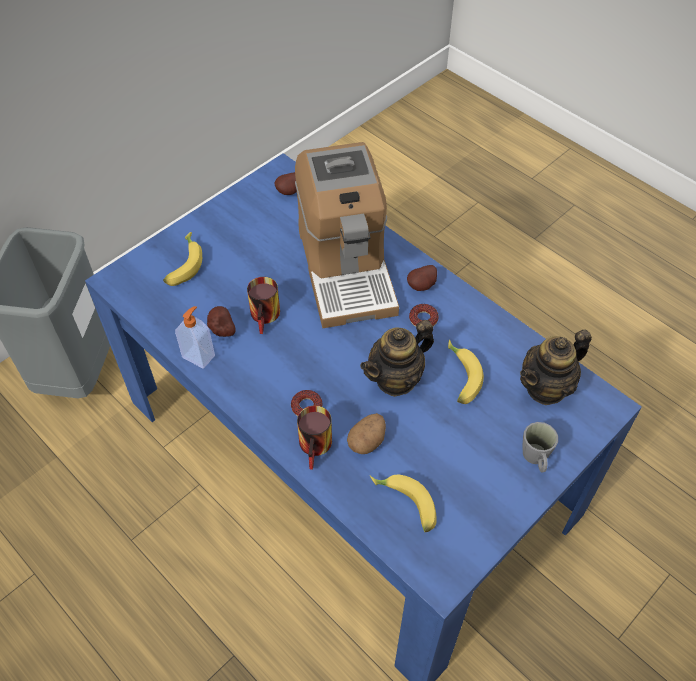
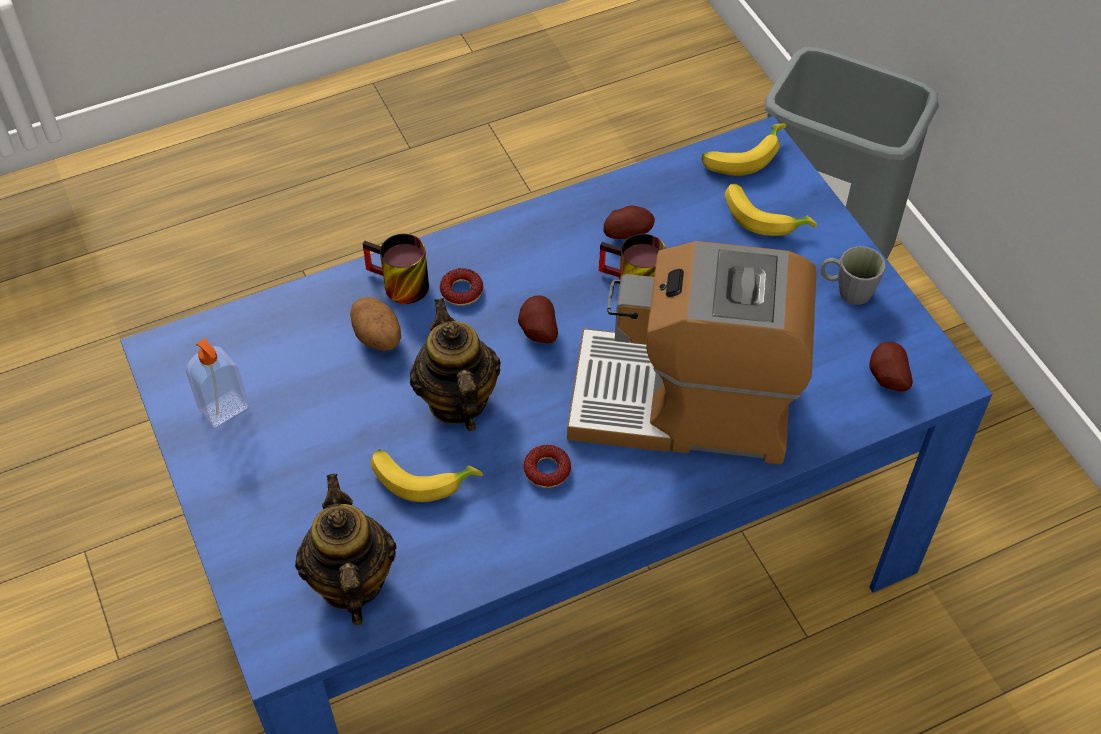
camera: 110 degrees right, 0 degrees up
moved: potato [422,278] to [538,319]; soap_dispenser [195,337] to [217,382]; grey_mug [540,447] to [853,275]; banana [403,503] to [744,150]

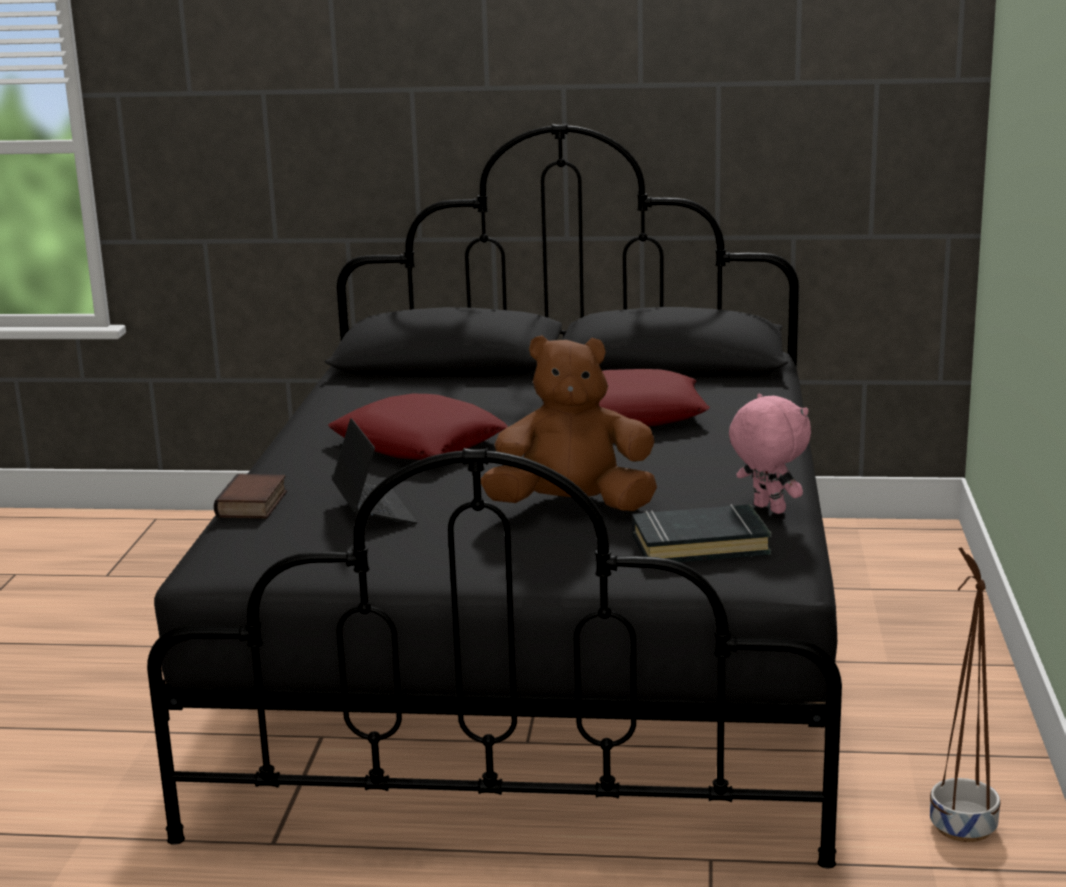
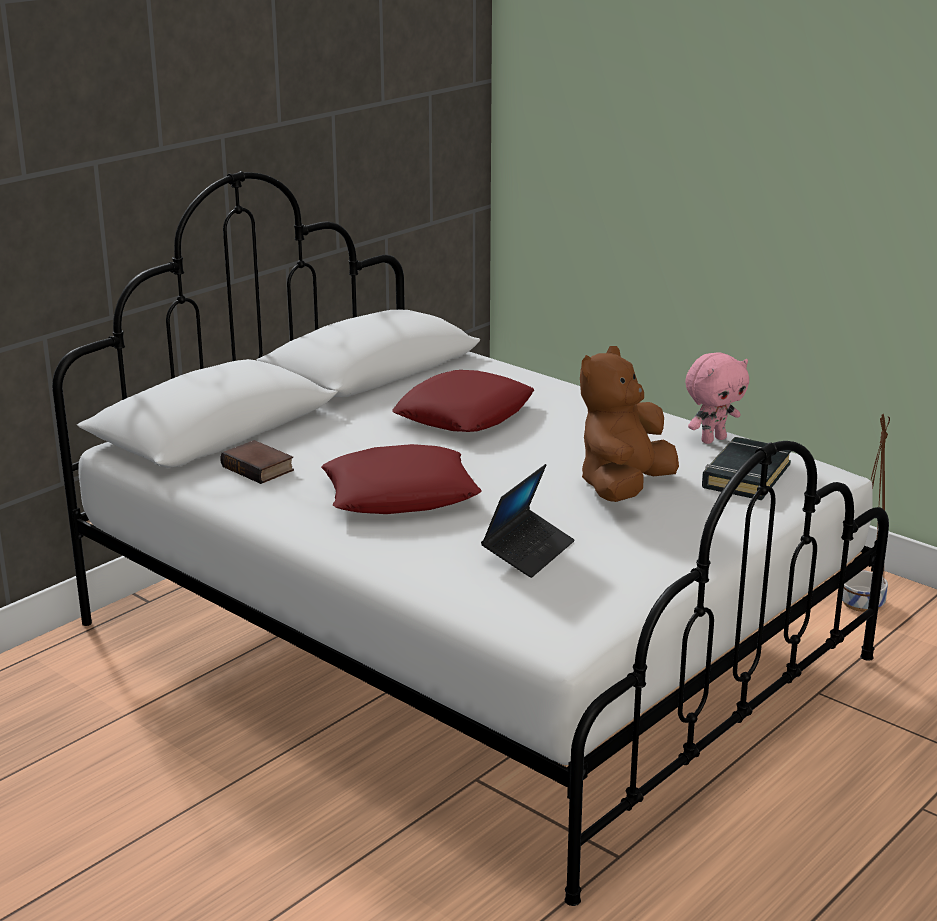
camera: 55 degrees left, 5 degrees up
moved: book [250,496] to [257,462]
recoloured: black_bed [494,496] to white_bed [470,538]
turned: pink_plush_toy [770,454] = [717,398] 150 degrees clockwise; laptop [374,471] = [528,521] 105 degrees clockwise

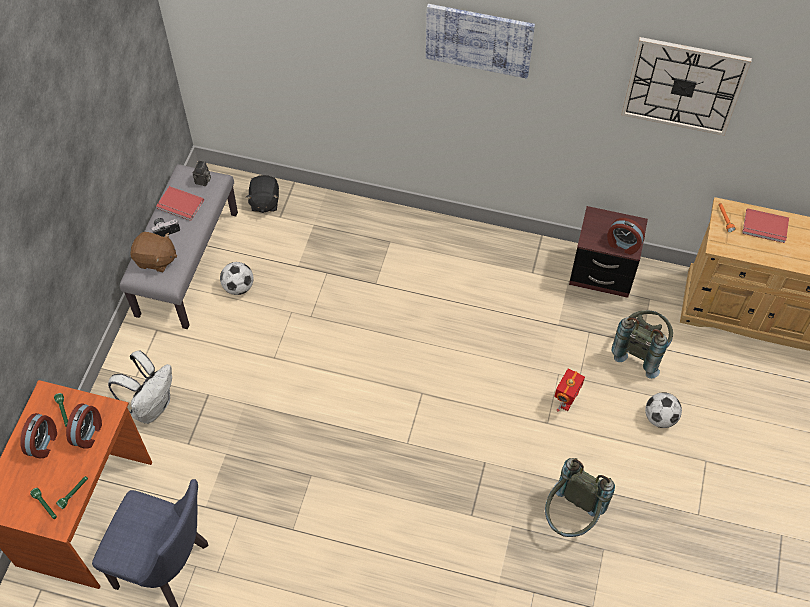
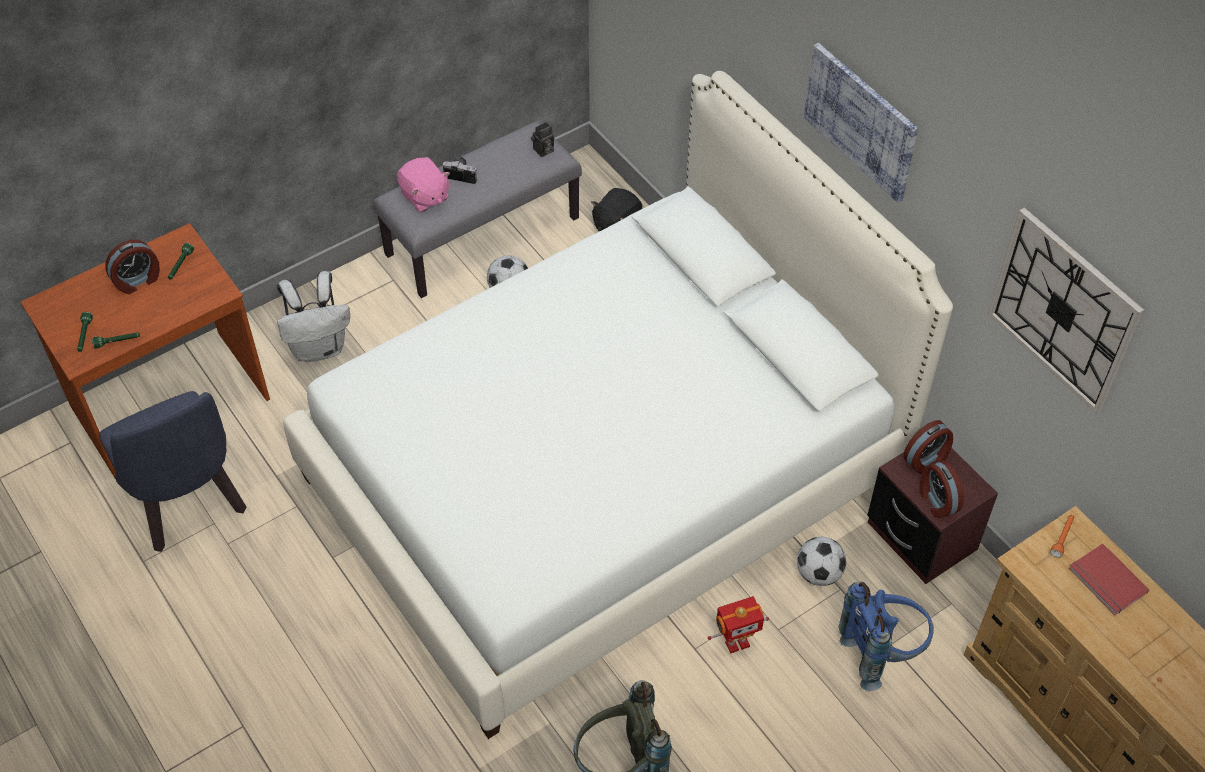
camera: 40 degrees right, 5 degrees down
removed: red_book [180,203]
added: white_bed [618,405]
moved: football [663,410] to [821,561]; alarm_clock [84,426] to [928,447]
recoloured: brown_plush_toy [153,252] to pink_plush_toy [423,184]; grey_backpack [642,344] to blue_backpack [886,636]

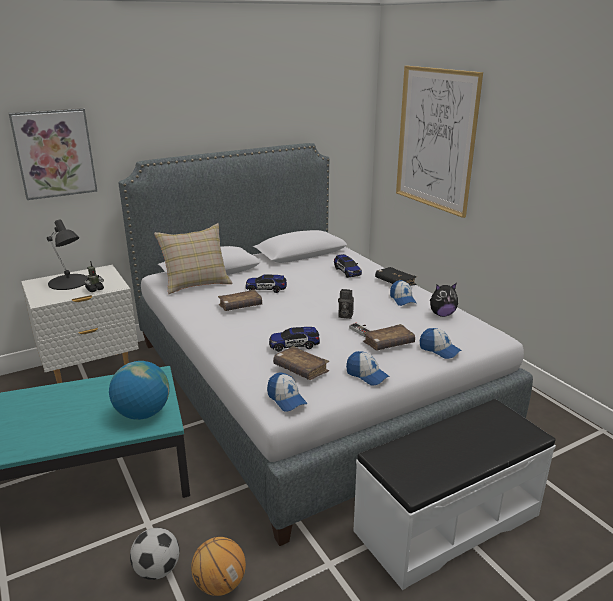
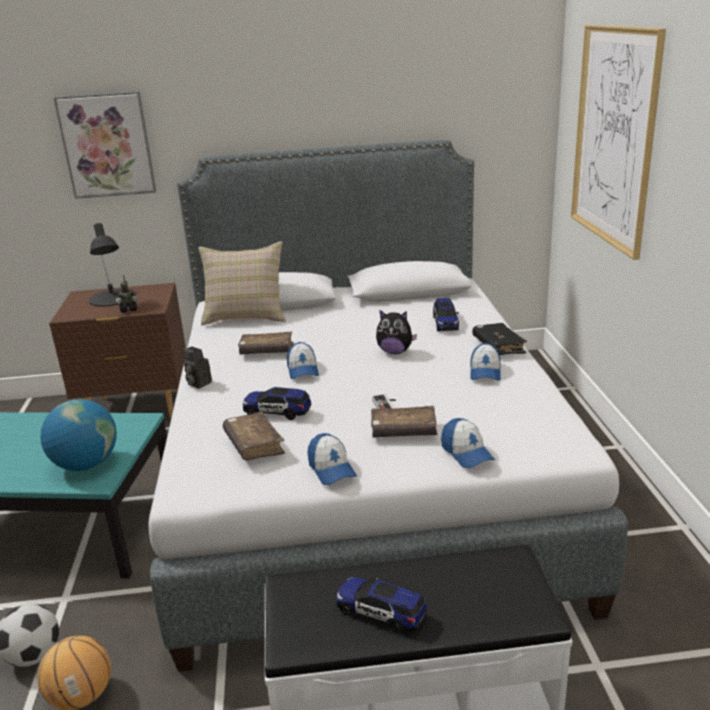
camera: 25 degrees right, 0 degrees up
moved: toy_car [266,283] to [381,605]; plush_toy [444,300] to [396,332]; photo_camera [346,304] to [197,367]; cap [287,392] to [303,360]
recoloured: white_nightstand [80,324] to brown_nightstand [117,350]

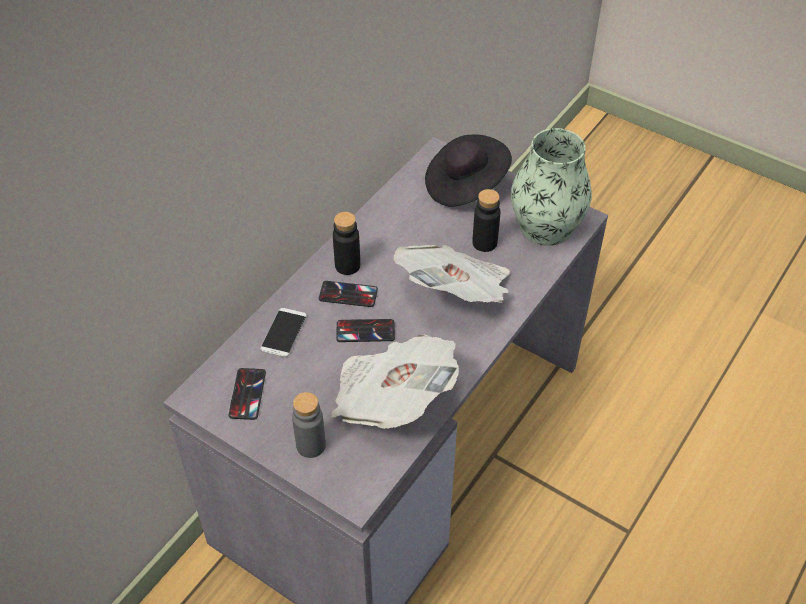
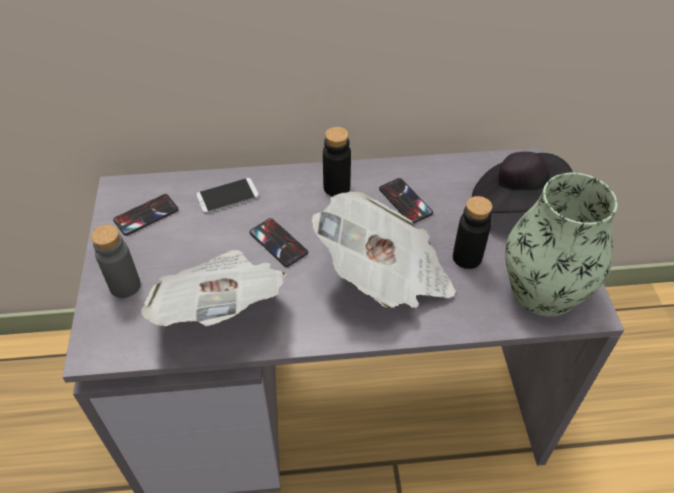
camera: 50 degrees right, 0 degrees up
moved: phone [348,294] to [406,201]

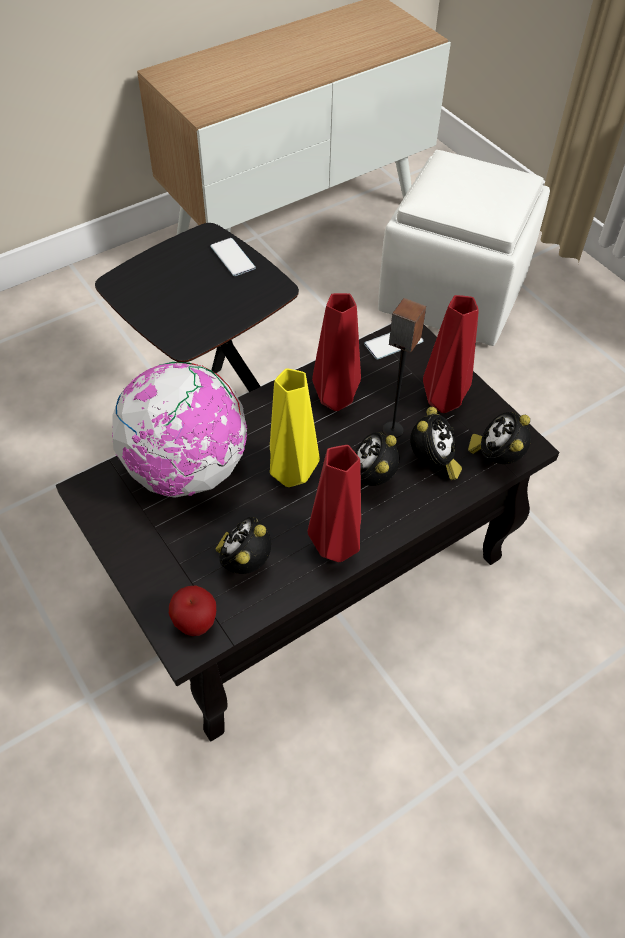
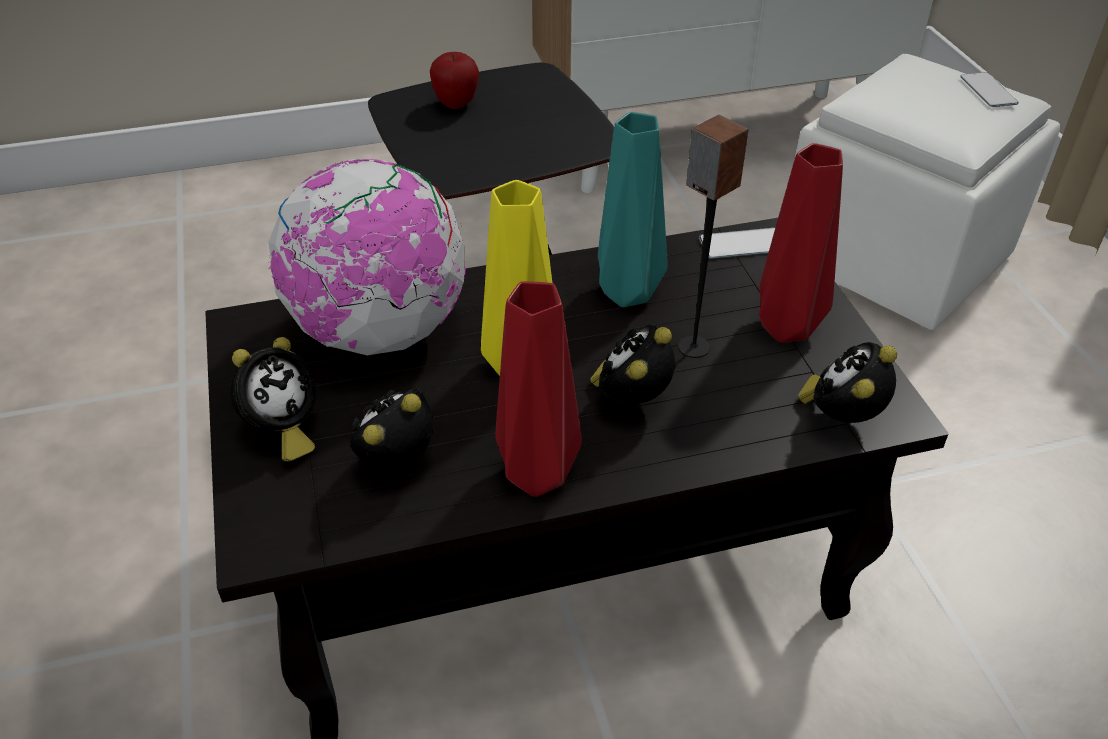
camera: 20 degrees right, 10 degrees down
moved: phone [233,257] to [989,89]; alarm_clock [436,443] to [273,399]; apple [192,611] to [454,80]
recoloured: red_vase [336,352] to turquoise_vase [632,209]

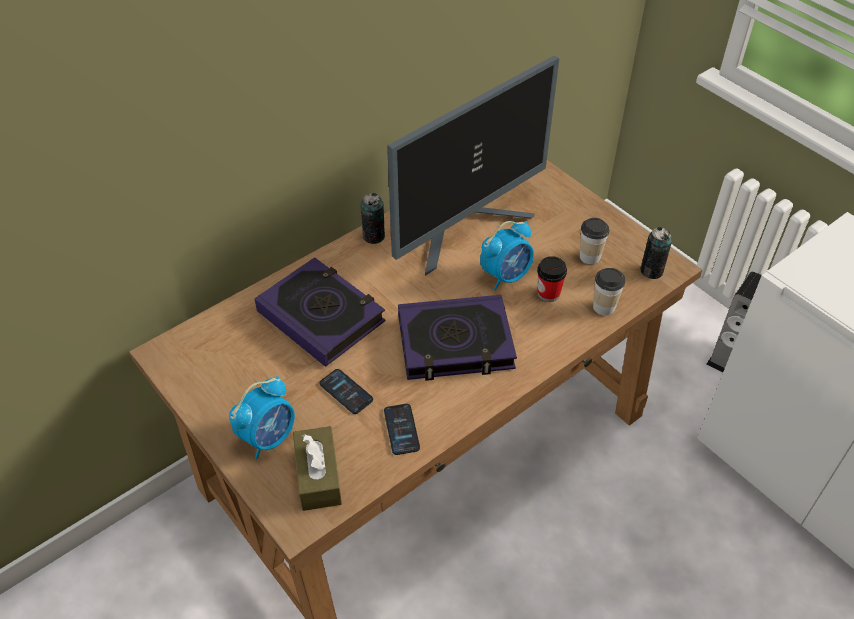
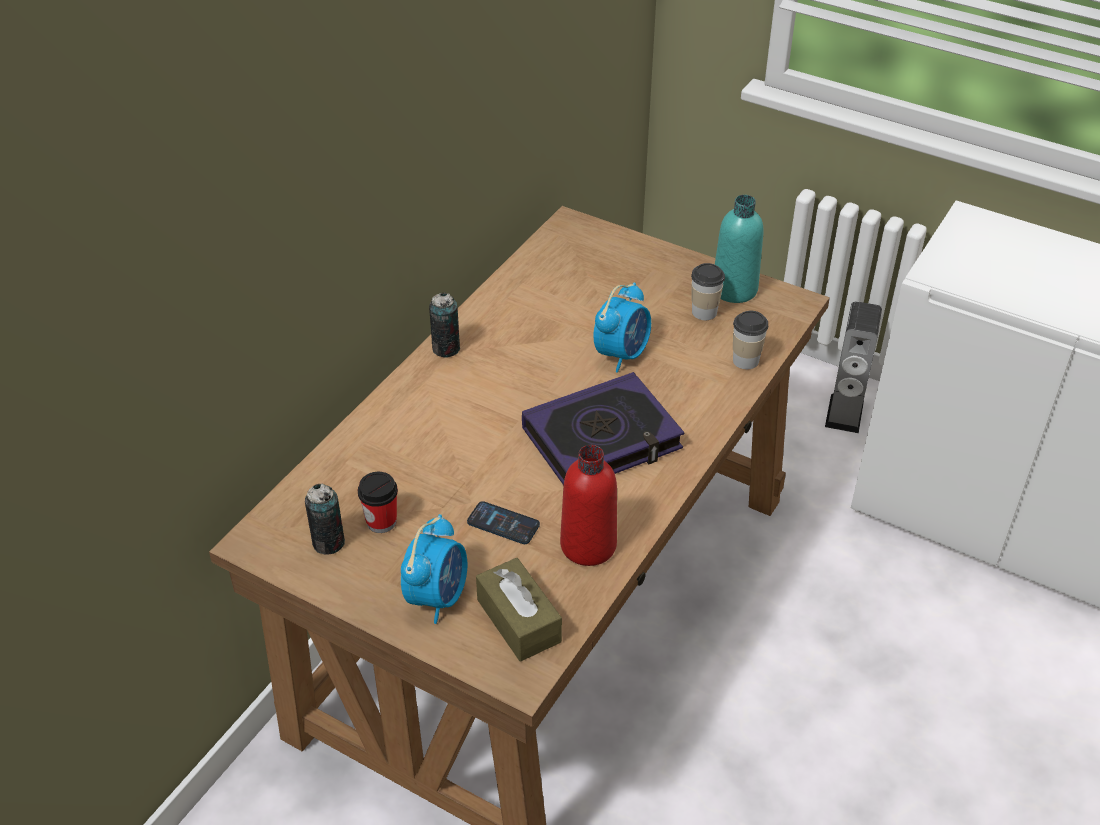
camera: 20 degrees left, 5 degrees down
removed: monitor [473,166]; book [320,312]
added: turquoise_bottle [739,249]
moved: can [656,253] to [325,519]; cup [552,279] to [378,502]
replaced: phone [402,429] to red_bottle [588,505]

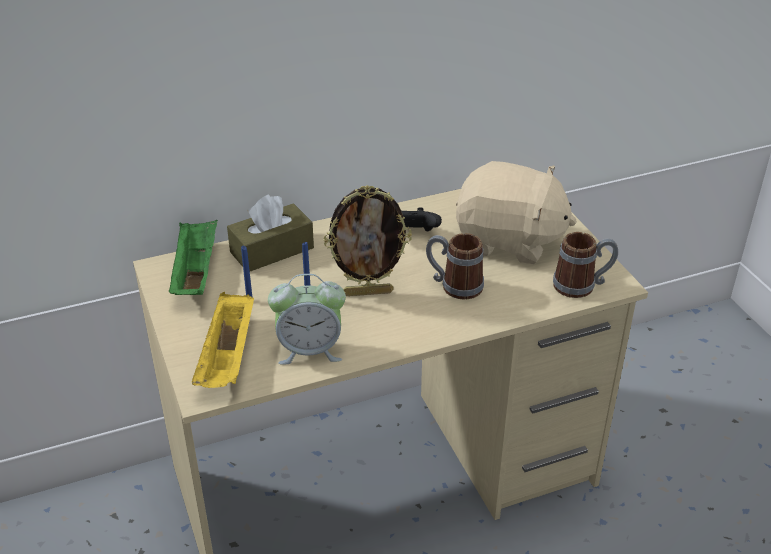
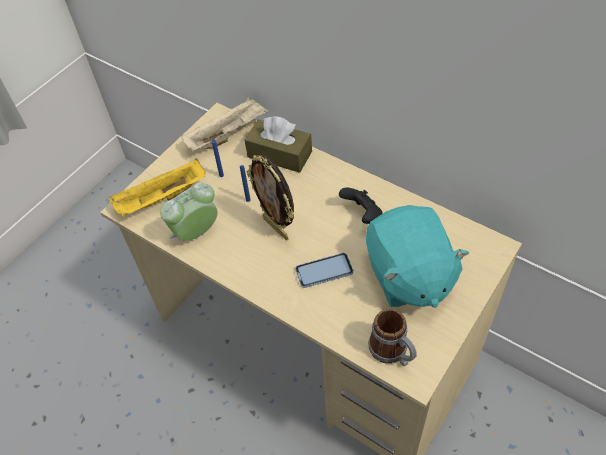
camera: 60 degrees right, 15 degrees up
replaced: mug [455,266] to phone [324,270]
recoloured: beige_plush_toy [516,212] to turquoise_plush_toy [417,256]; green_tray [193,257] to beige_tray [225,124]
turned: alarm_clock [307,319] = [189,211] 90 degrees clockwise

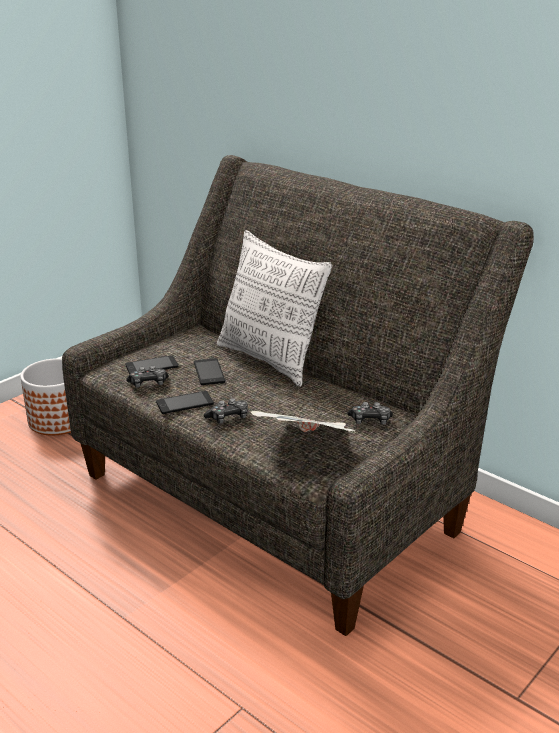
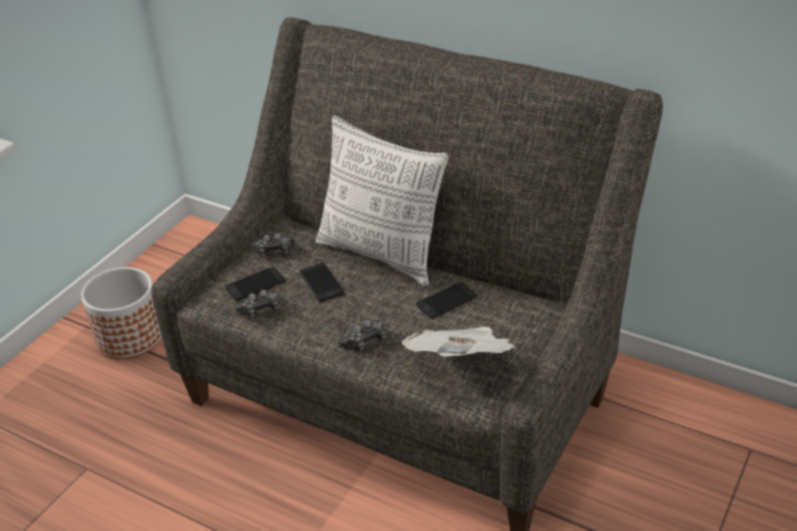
camera: 10 degrees left, 10 degrees up
moved: phone [185,402] to [446,300]; game_controller [370,413] to [273,245]

